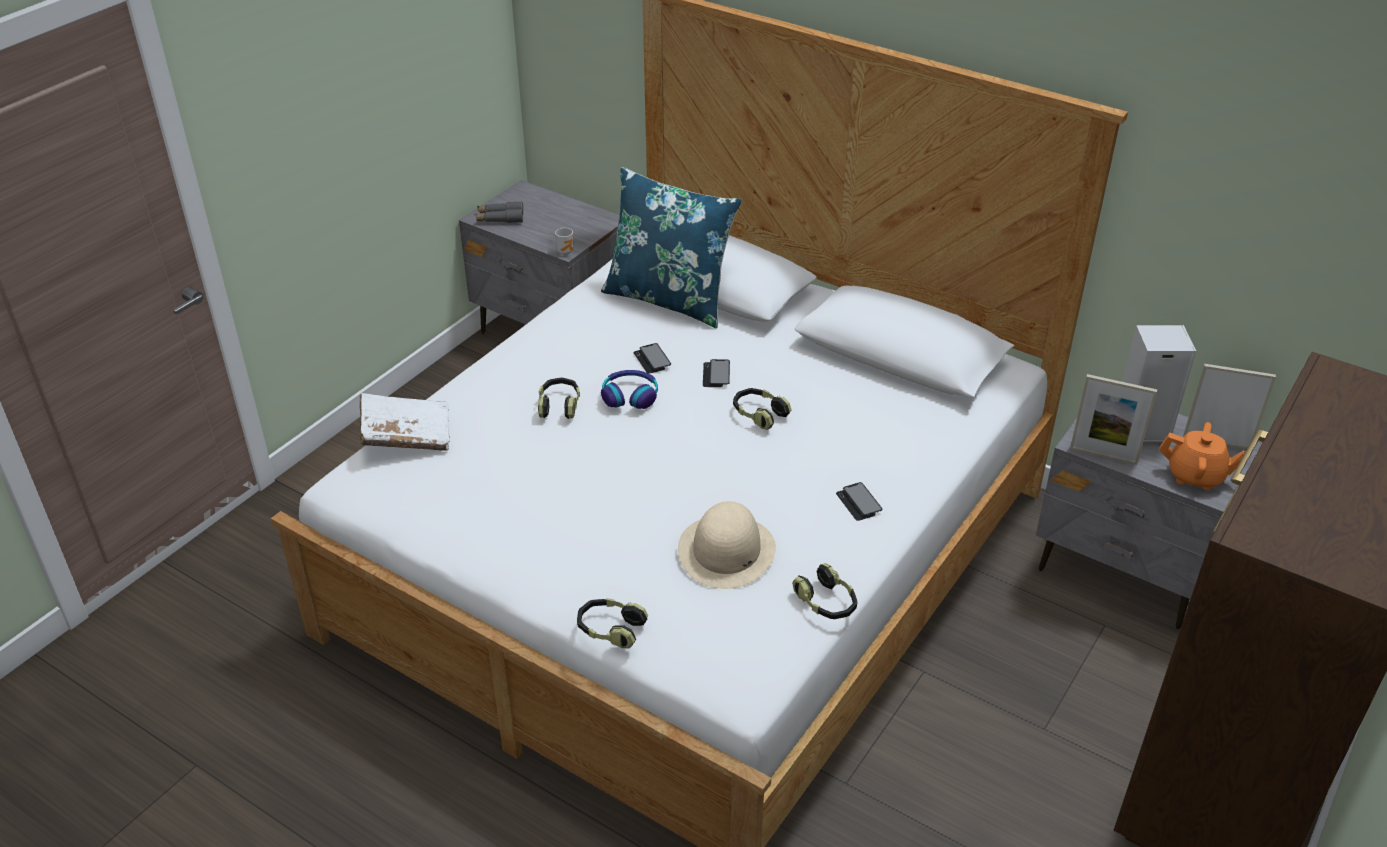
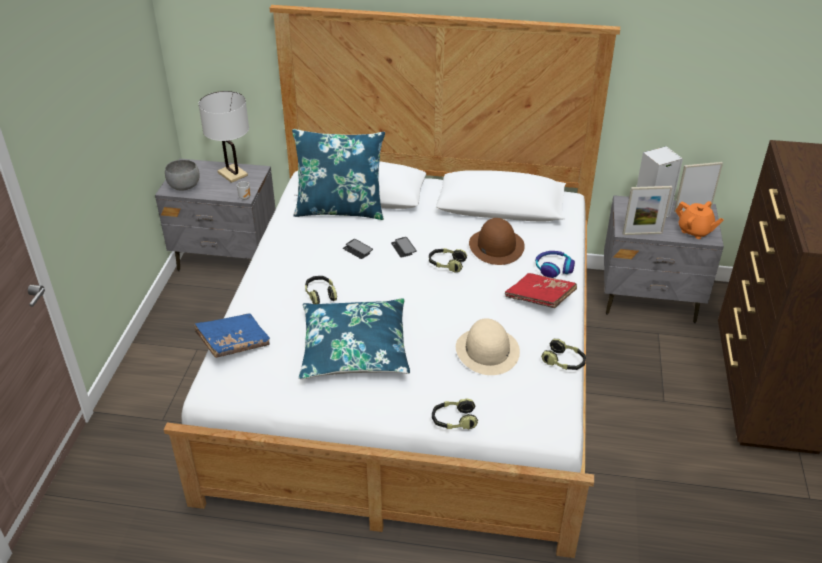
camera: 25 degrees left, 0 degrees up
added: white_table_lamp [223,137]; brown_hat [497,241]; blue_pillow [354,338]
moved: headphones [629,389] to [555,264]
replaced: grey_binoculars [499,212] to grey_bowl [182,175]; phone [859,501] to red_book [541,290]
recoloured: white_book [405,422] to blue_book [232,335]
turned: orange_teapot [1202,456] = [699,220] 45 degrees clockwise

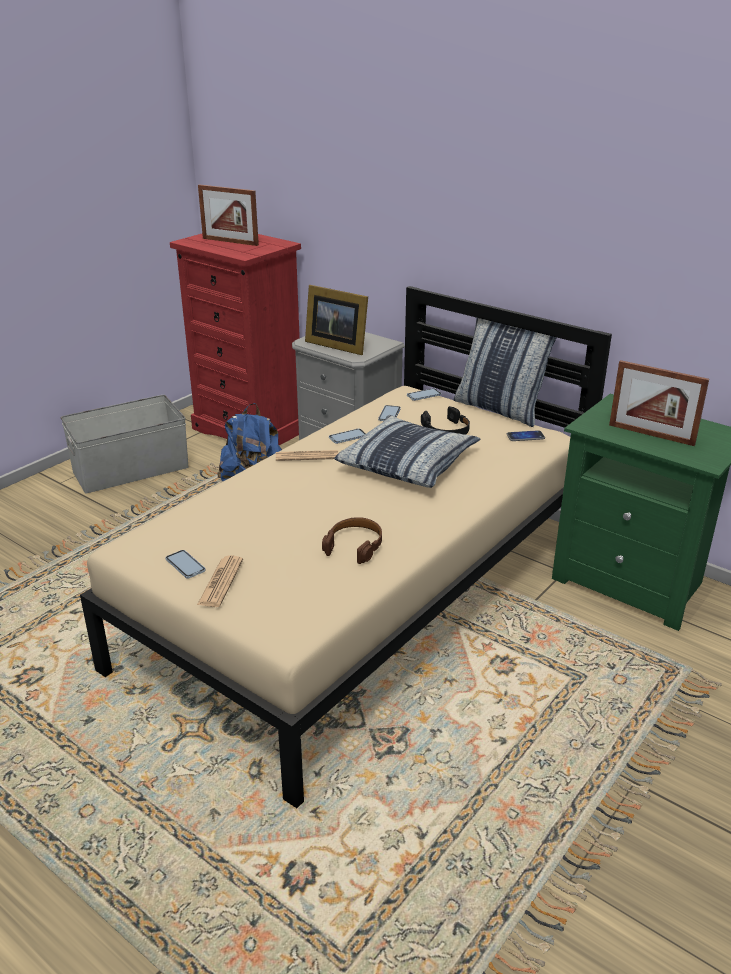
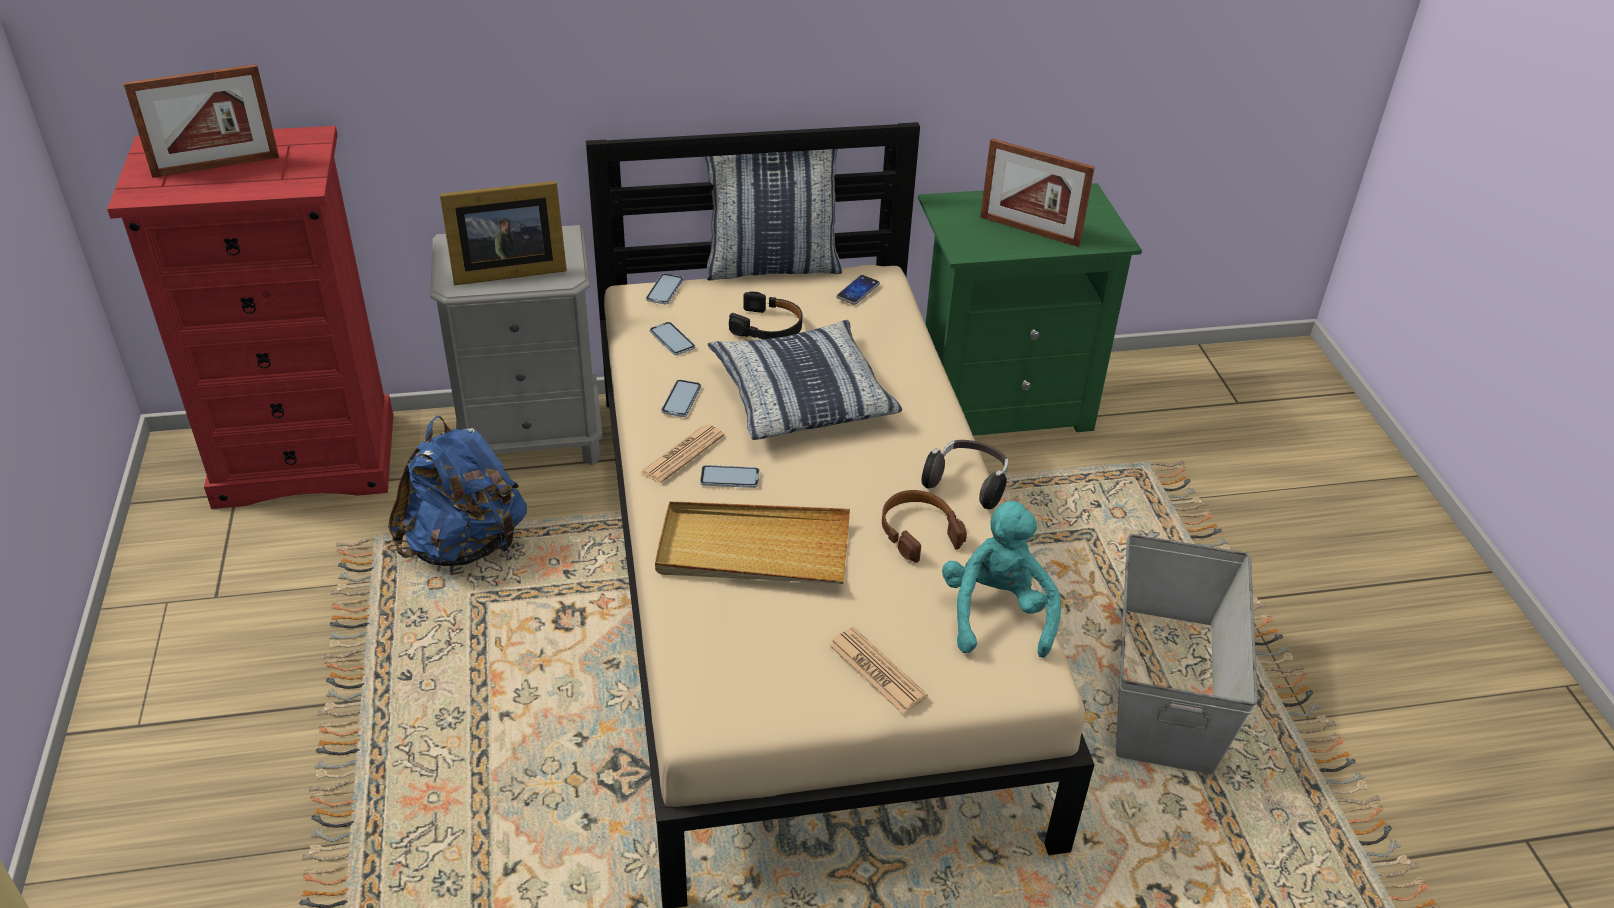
camera: 50 degrees left, 10 degrees up
added: headphones [964,474]; turquoise_plush_toy [1001,579]; beige_tray [752,542]
moved: grey_storage_box [124,444] to [1187,654]; phone [185,564] to [730,476]
turned: picture_frame [659,403] = [1037,192] 45 degrees clockwise

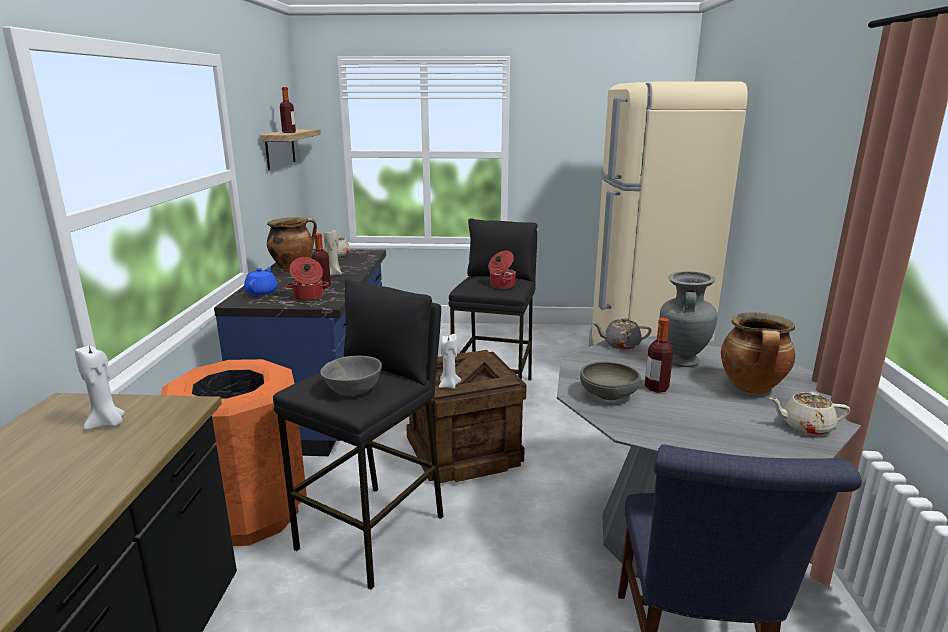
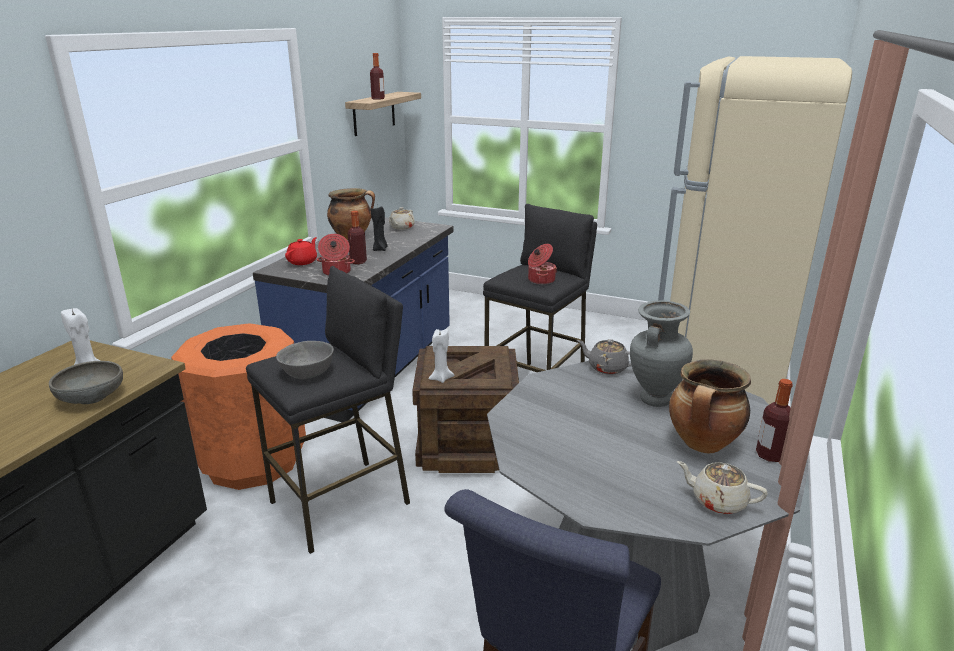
camera: 20 degrees right, 5 degrees up
moved: bottle [659,355] to [774,420]; grey_bowl [610,380] to [86,382]
recoloured: beige_candle [333,253] to black_candle [379,228]; blue_teapot [261,281] to red_teapot [301,251]

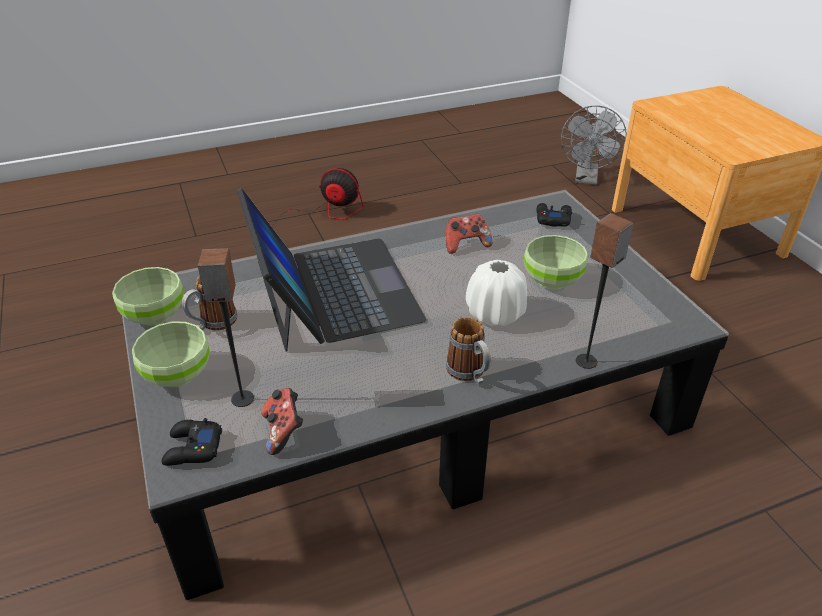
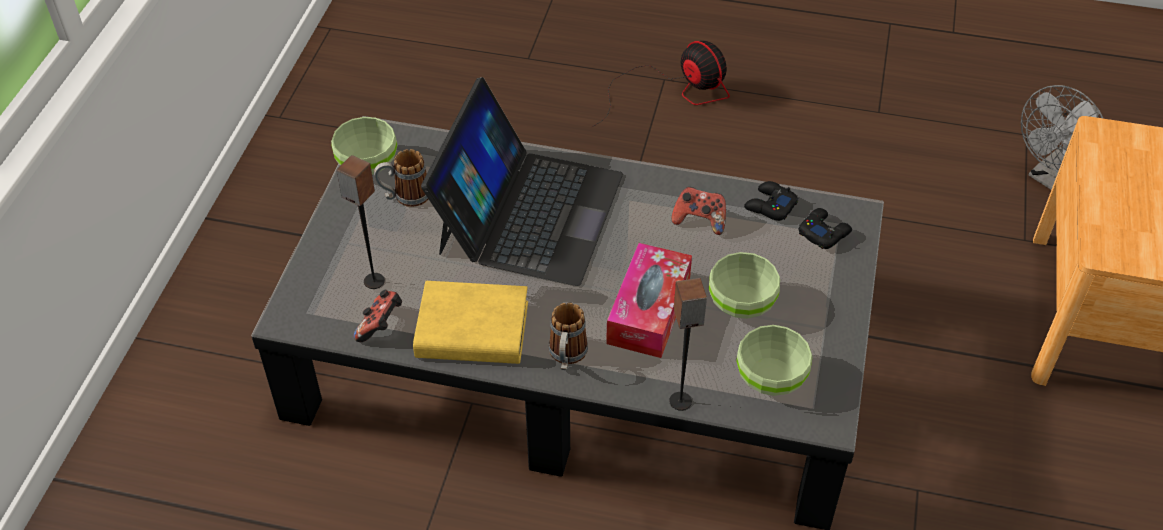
camera: 35 degrees right, 10 degrees up
added: yellow_book [470,322]
moved: green_bowl [171,354] to [774,360]; black_game_controller [192,442] to [771,201]
replaced: white_vase [496,293] to tissue_box [649,300]

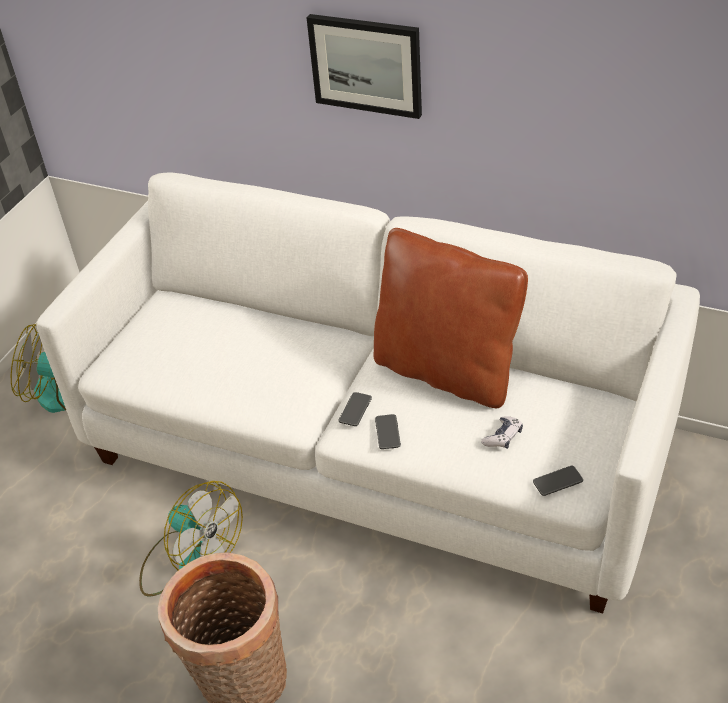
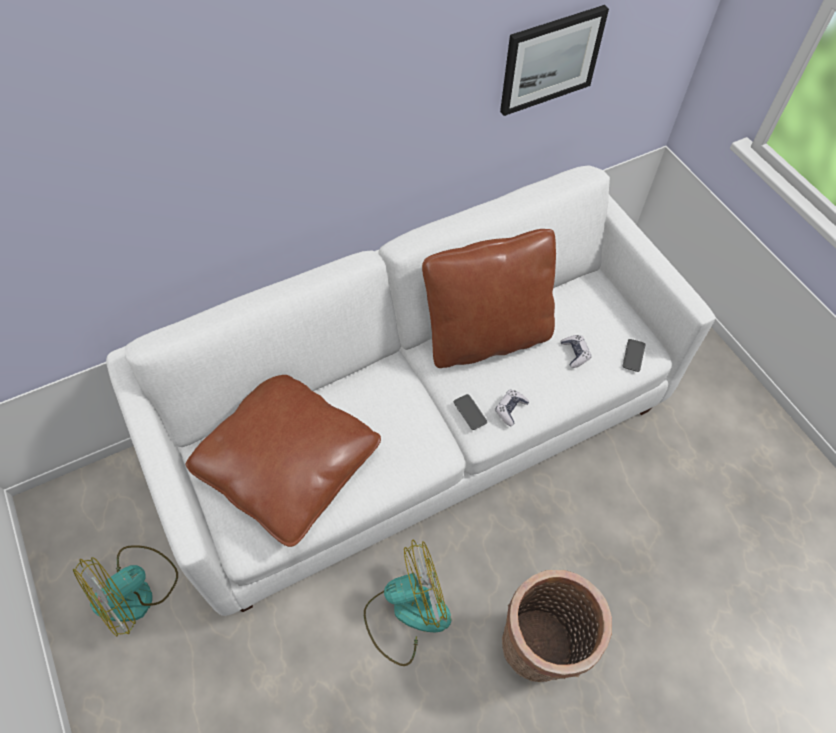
camera: 55 degrees left, 15 degrees up
added: brown_pillow [283,461]
moved: picture [364,66] to [554,60]
replaced: phone [388,431] to game_controller [512,408]

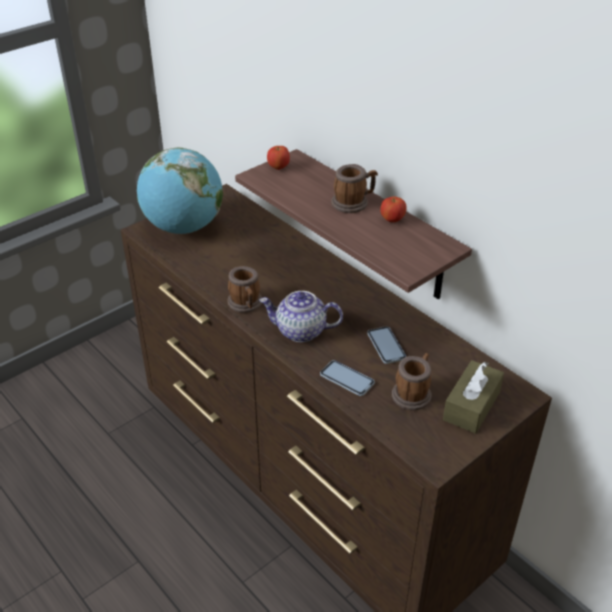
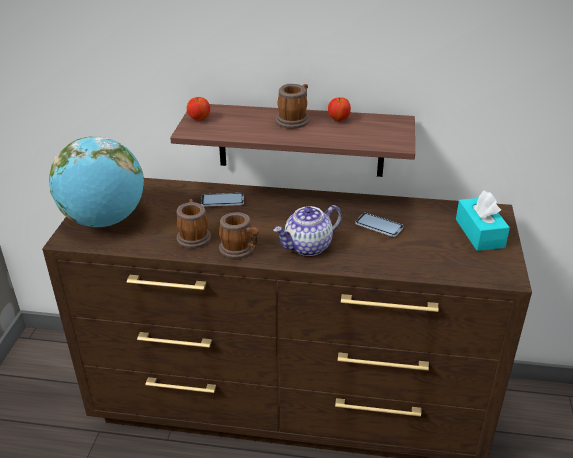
camera: 40 degrees left, 5 degrees down
moved: mug [412,381] to [193,223]; phone [347,378] to [222,200]
recoloured: brown_tissue_box [473,397] to turquoise_tissue_box [483,221]

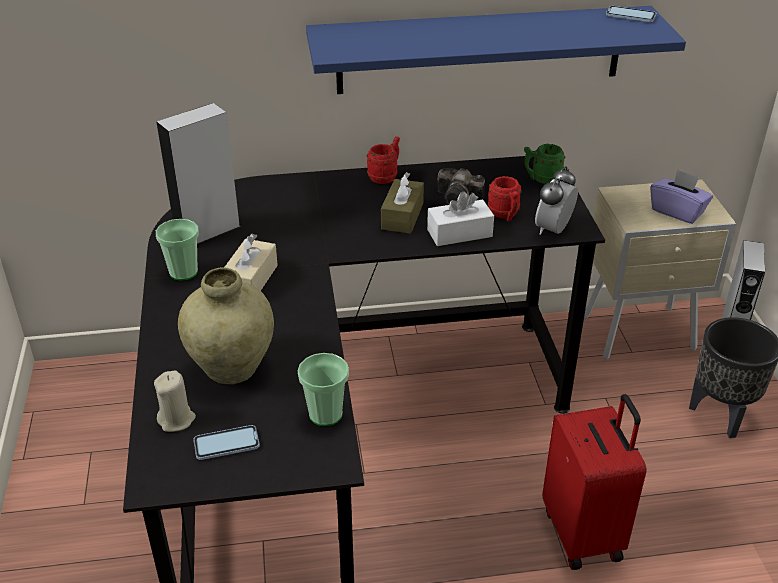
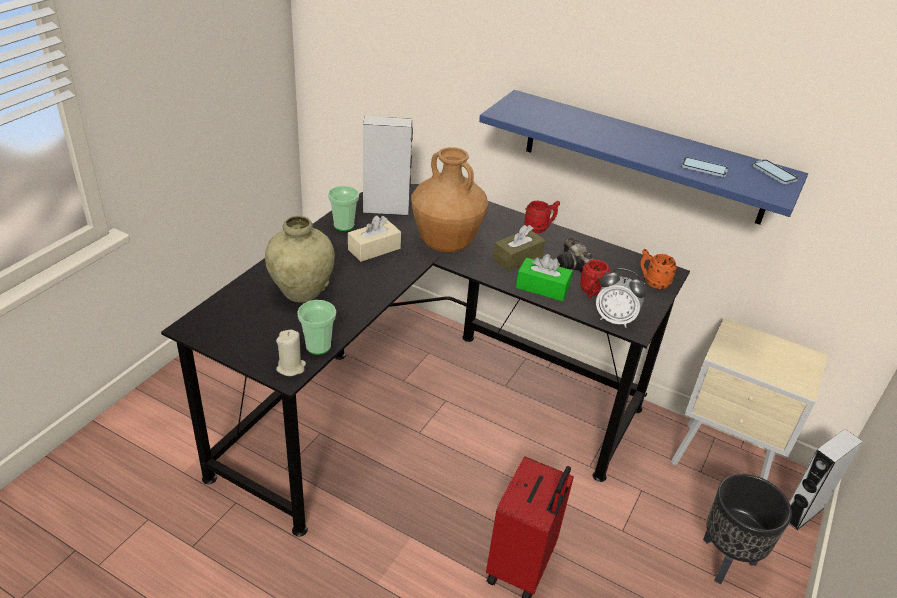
camera: 35 degrees right, 0 degrees up
removed: purple_tissue_box [681,196]
added: brown_vase [450,200]
moved: beige_candle [175,401] to [291,353]; phone [226,442] to [704,167]
recoloured: green_mug [545,164] to orange_mug [658,269]; white_tissue_box [460,218] to green_tissue_box [544,277]
turned: alarm_clock [556,200] = [621,298] 135 degrees counterclockwise

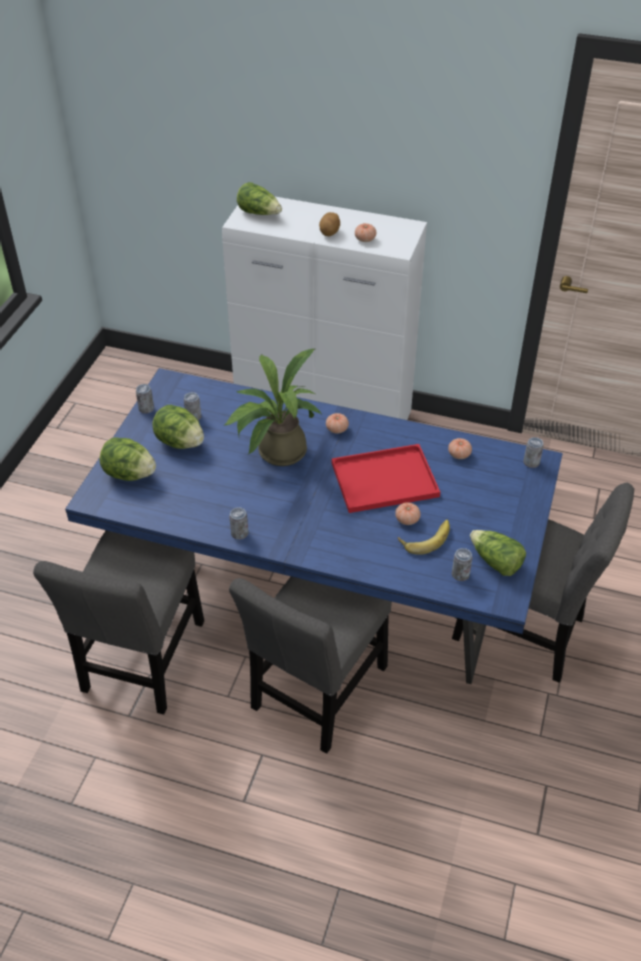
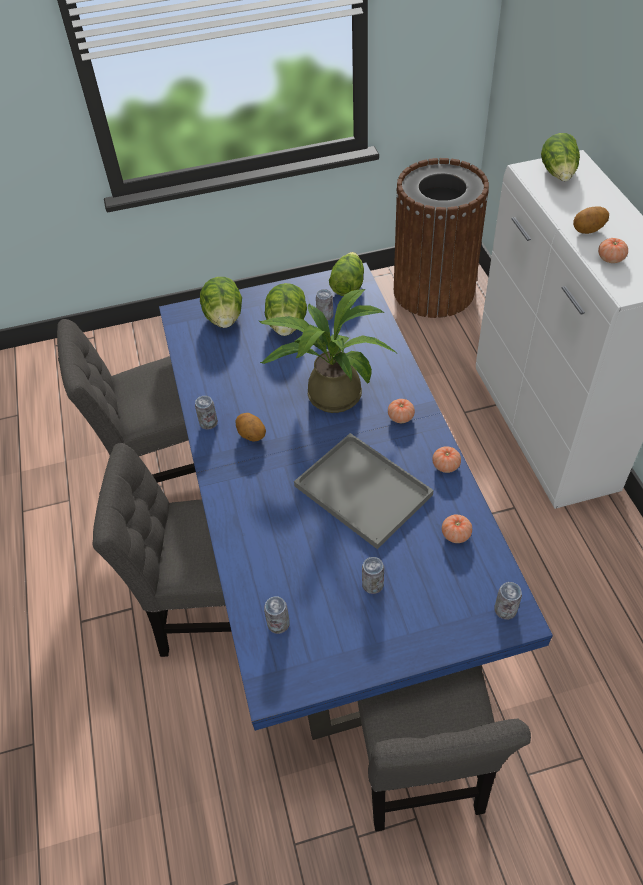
camera: 60 degrees right, 5 degrees up
removed: banana [424,537]
added: brown_trash_can [441,238]; potato [250,427]
moved: can [145,399] to [373,575]; tomato [407,513] to [446,459]; lettuce [498,553] to [346,274]
recoloured: red_tray [386,478] to grey_tray [363,491]

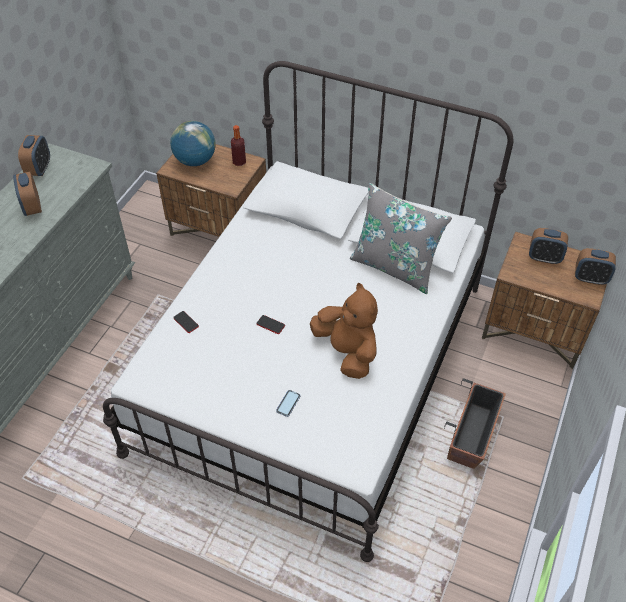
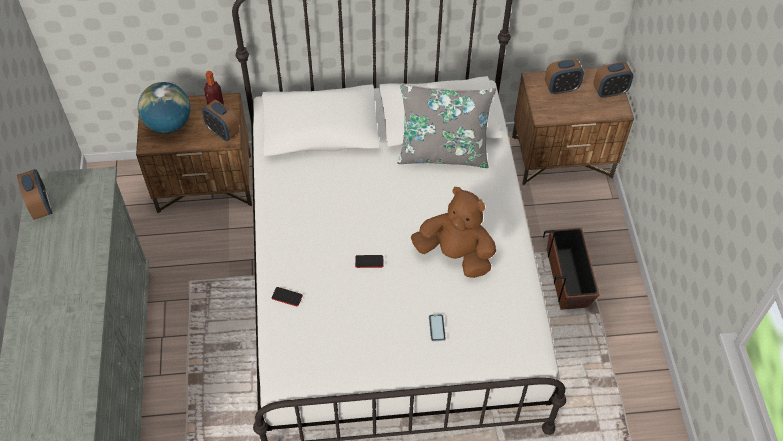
camera: 30 degrees left, 5 degrees up
moved: alarm_clock [27,194] to [221,120]

